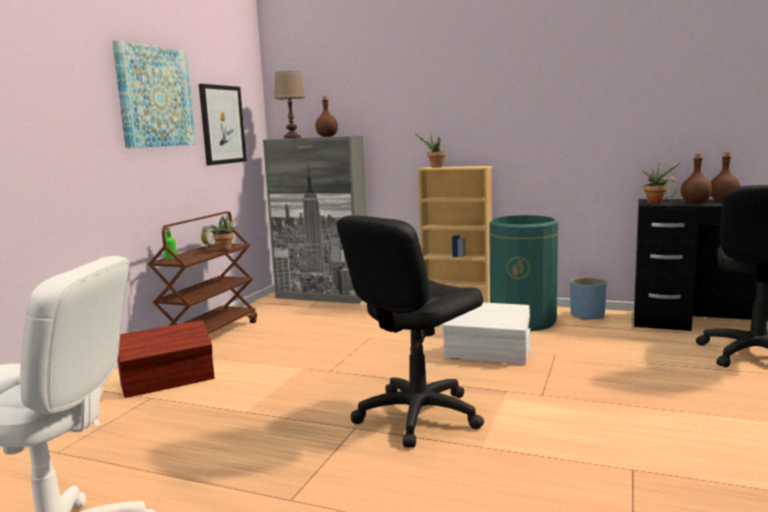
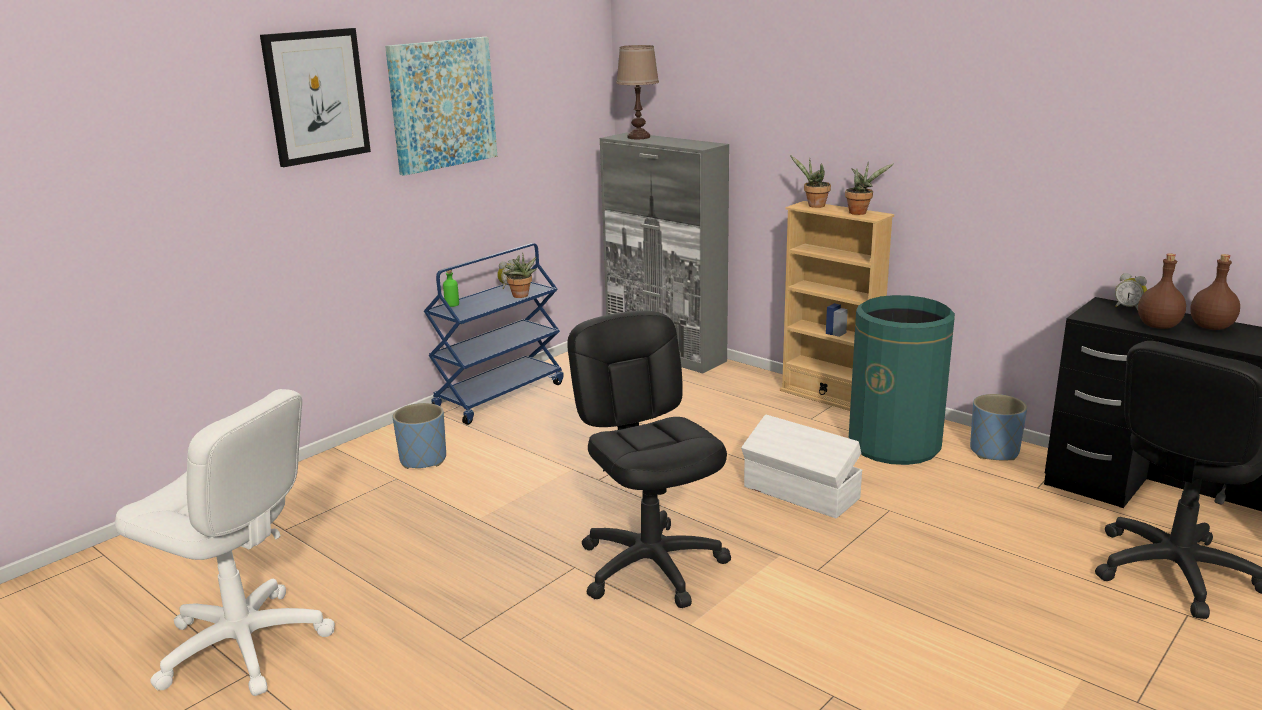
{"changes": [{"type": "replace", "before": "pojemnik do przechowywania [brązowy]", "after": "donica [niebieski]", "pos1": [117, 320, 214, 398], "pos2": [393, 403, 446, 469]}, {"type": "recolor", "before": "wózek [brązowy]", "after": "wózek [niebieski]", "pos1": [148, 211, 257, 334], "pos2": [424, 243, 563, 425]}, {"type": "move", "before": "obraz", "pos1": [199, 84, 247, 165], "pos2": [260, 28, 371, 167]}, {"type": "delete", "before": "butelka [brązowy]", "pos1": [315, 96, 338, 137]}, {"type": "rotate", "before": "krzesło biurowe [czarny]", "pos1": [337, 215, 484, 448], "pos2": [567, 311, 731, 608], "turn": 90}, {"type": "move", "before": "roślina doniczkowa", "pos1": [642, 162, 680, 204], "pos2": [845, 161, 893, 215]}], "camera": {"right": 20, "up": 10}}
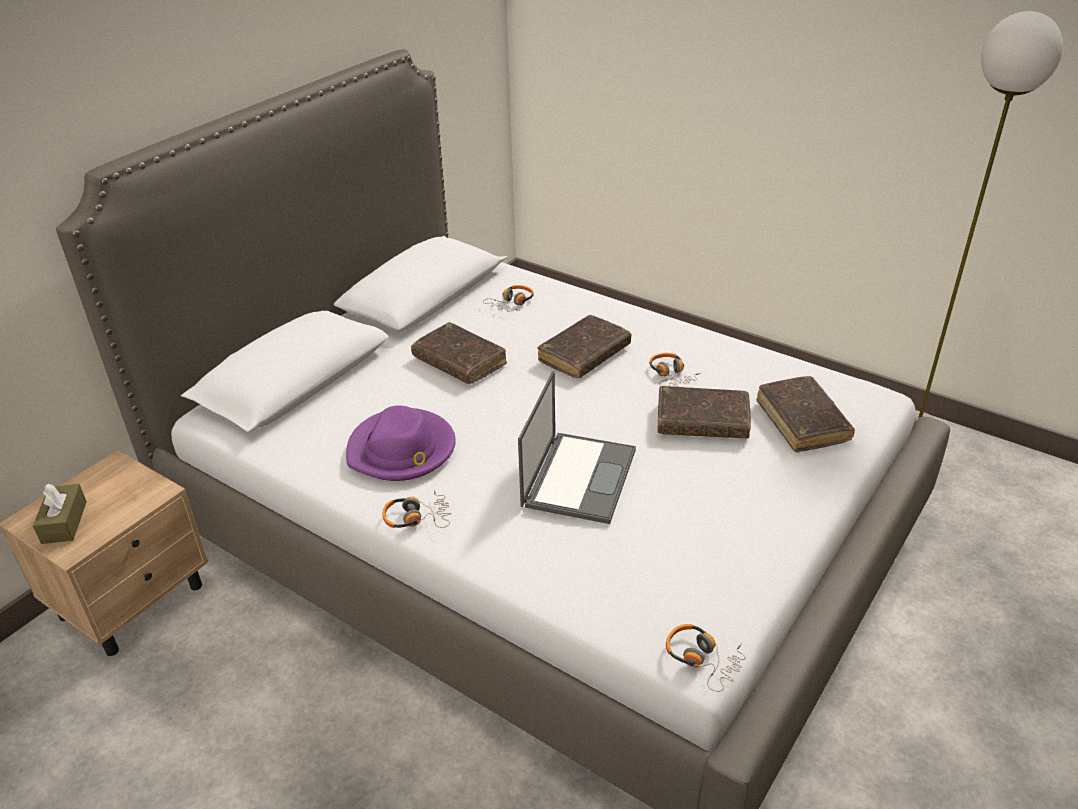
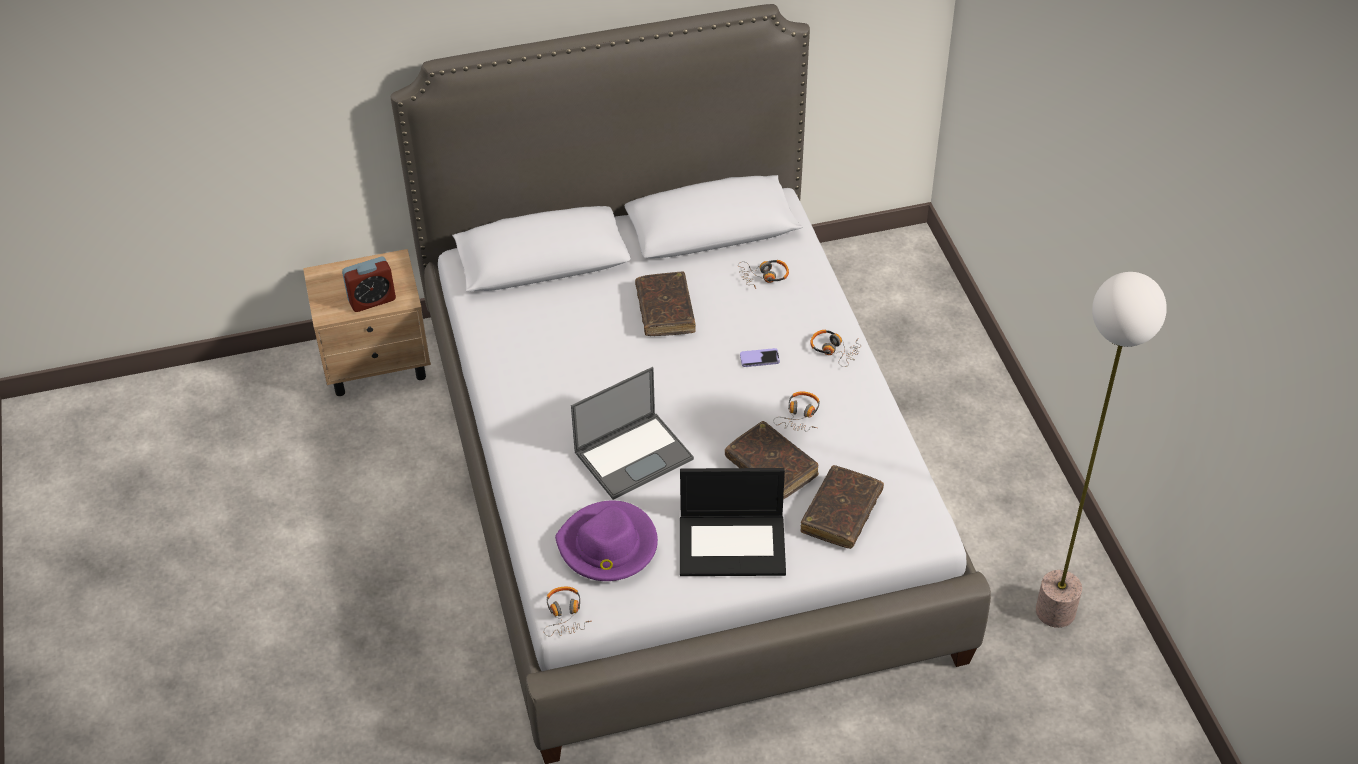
{"changes": [{"type": "delete", "before": "pudełko chusteczek [brązowy]", "pos1": [33, 483, 87, 544]}, {"type": "move", "before": "kapelusz [fioletowy]", "pos1": [346, 406, 456, 481], "pos2": [555, 500, 658, 581]}, {"type": "move", "before": "słuchawki", "pos1": [382, 490, 451, 528], "pos2": [810, 330, 860, 367]}, {"type": "replace", "before": "książka [brązowy]", "after": "telefon", "pos1": [537, 315, 631, 378], "pos2": [740, 348, 780, 367]}, {"type": "insert", "after": "budzik", "pos2": [342, 257, 396, 312]}, {"type": "insert", "after": "laptop", "pos2": [680, 468, 786, 576]}], "camera": {"right": 40, "up": 10}}
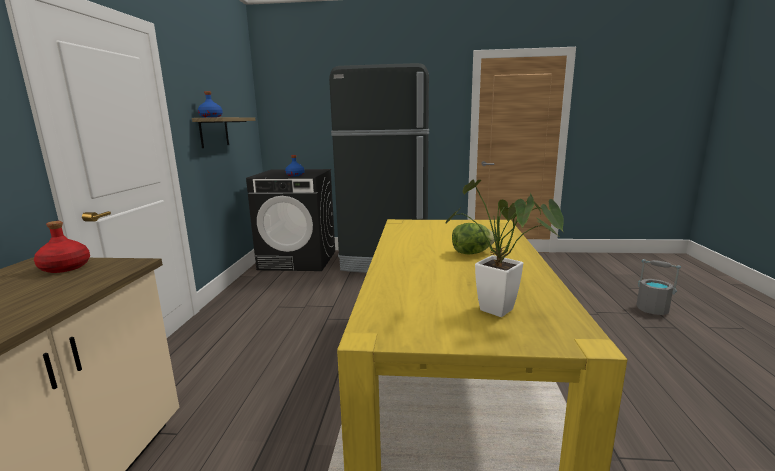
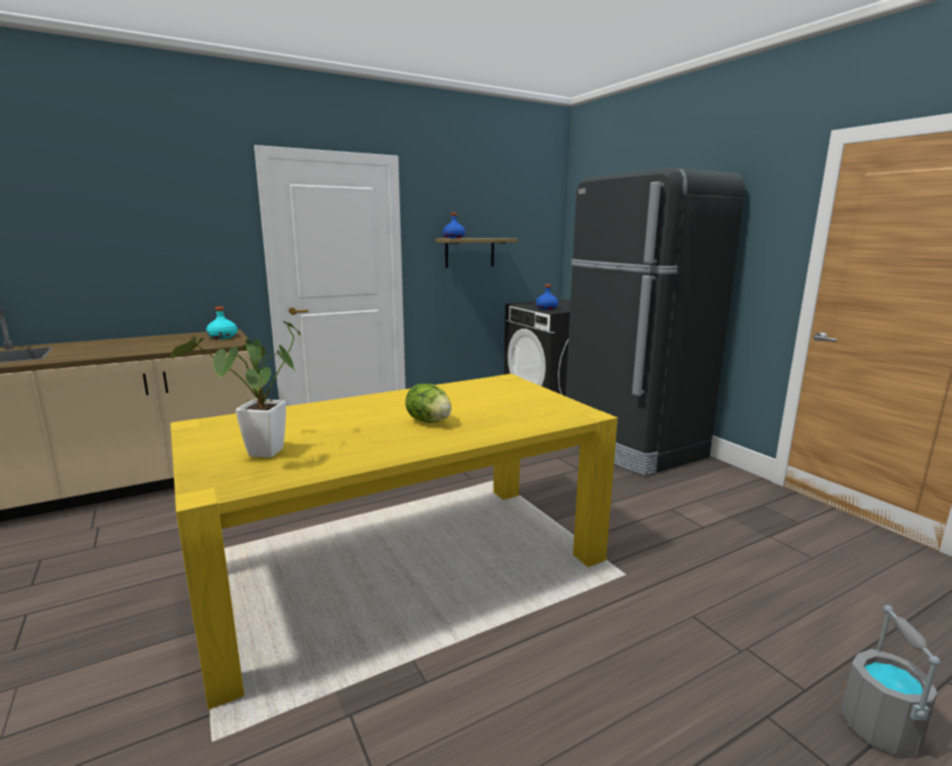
{"changes": [{"type": "recolor", "before": "butelka [czerwony]", "after": "butelka [turkusowy]", "pos1": [34, 221, 90, 273], "pos2": [206, 307, 238, 339]}], "camera": {"right": 55, "up": 0}}
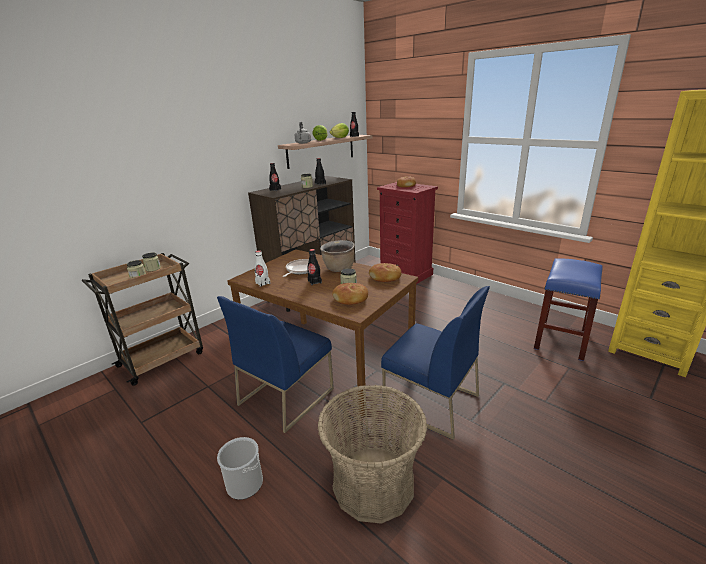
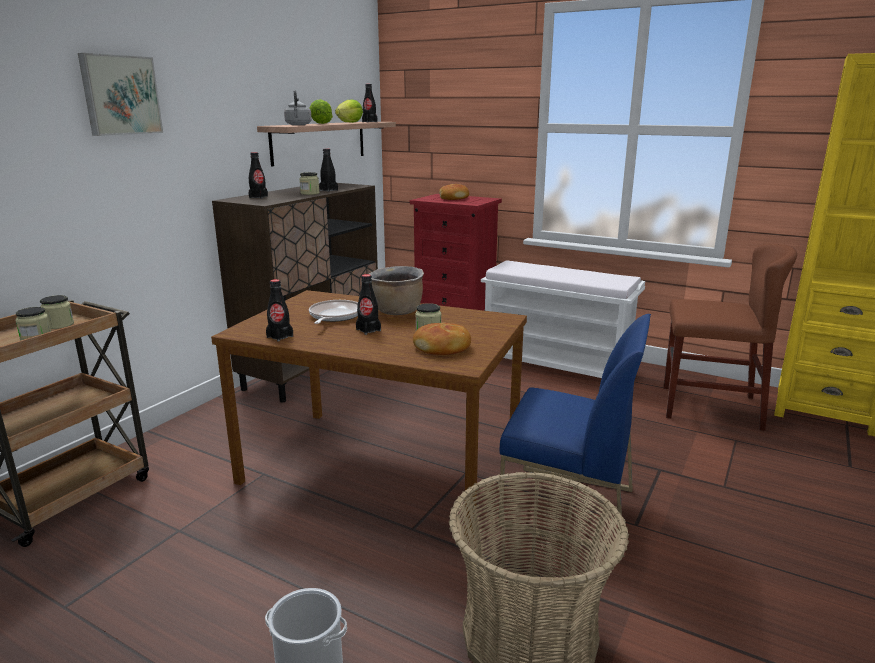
{"changes": [{"type": "delete", "before": "krzesło [niebieski]", "pos1": [217, 296, 334, 433]}, {"type": "recolor", "before": "butelka [biały]", "after": "butelka [czarny]", "pos1": [255, 251, 270, 287], "pos2": [266, 279, 293, 342]}, {"type": "delete", "before": "chleb", "pos1": [369, 263, 401, 282]}, {"type": "replace", "before": "stołek [niebieski]", "after": "krzesło [brązowy]", "pos1": [534, 258, 602, 361], "pos2": [664, 244, 797, 431]}, {"type": "insert", "after": "obraz", "pos2": [78, 53, 163, 136]}, {"type": "insert", "after": "ławka [biały]", "pos2": [481, 260, 645, 378]}], "camera": {"right": -15, "up": -5}}
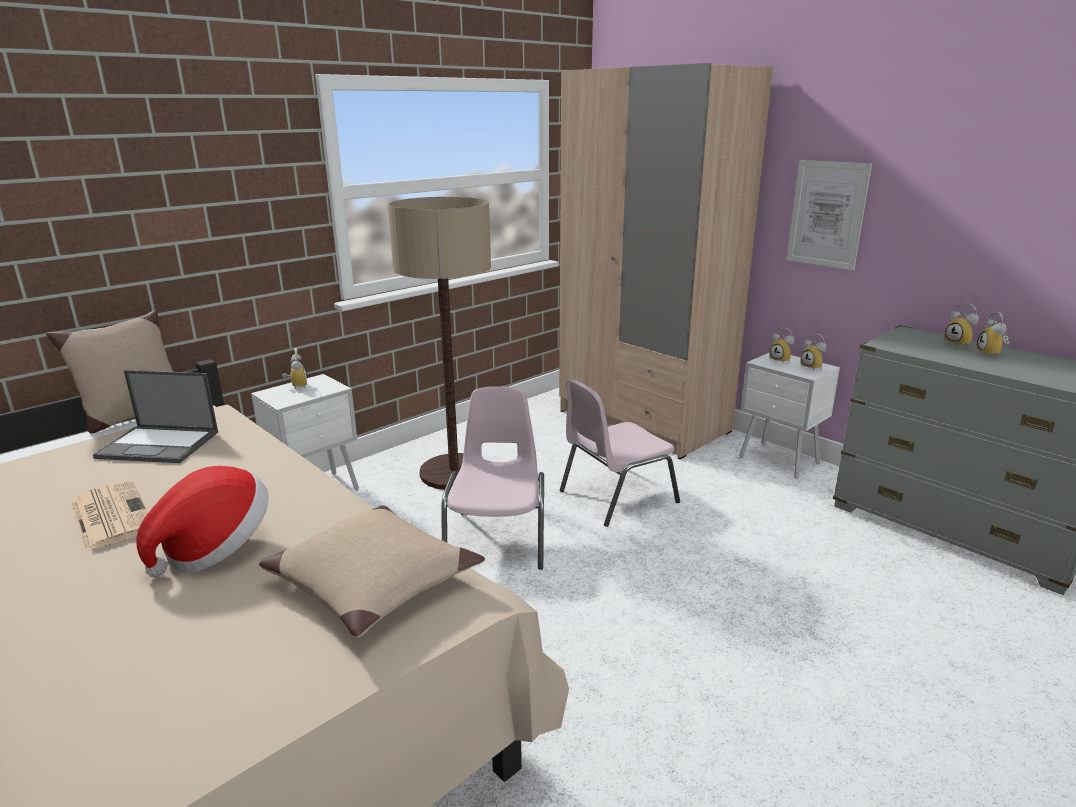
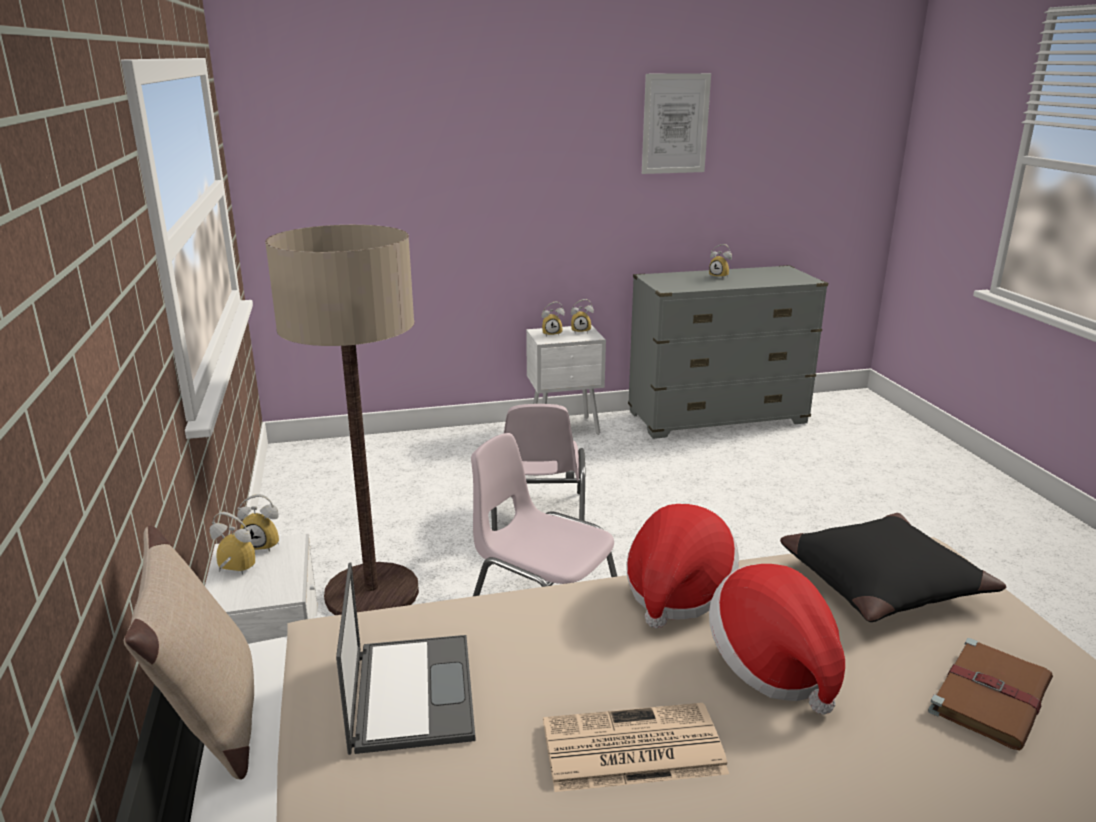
{"changes": [{"type": "rotate", "before": "laptop", "pos1": [93, 370, 218, 463], "pos2": [336, 563, 476, 755], "turn": -45}, {"type": "recolor", "before": "poduszka [beżowy]", "after": "poduszka [czarny]", "pos1": [259, 506, 485, 638], "pos2": [780, 513, 1006, 622]}, {"type": "delete", "before": "szafa [beżowy]", "pos1": [559, 63, 773, 459]}, {"type": "move", "before": "obraz", "pos1": [787, 160, 872, 270], "pos2": [642, 73, 711, 174]}, {"type": "move", "before": "budzik", "pos1": [944, 304, 979, 347], "pos2": [237, 494, 279, 552]}, {"type": "insert", "after": "kapelusz", "pos2": [626, 504, 739, 629]}, {"type": "insert", "after": "książka [brązowy]", "pos2": [928, 638, 1053, 750]}], "camera": {"right": -60, "up": 0}}
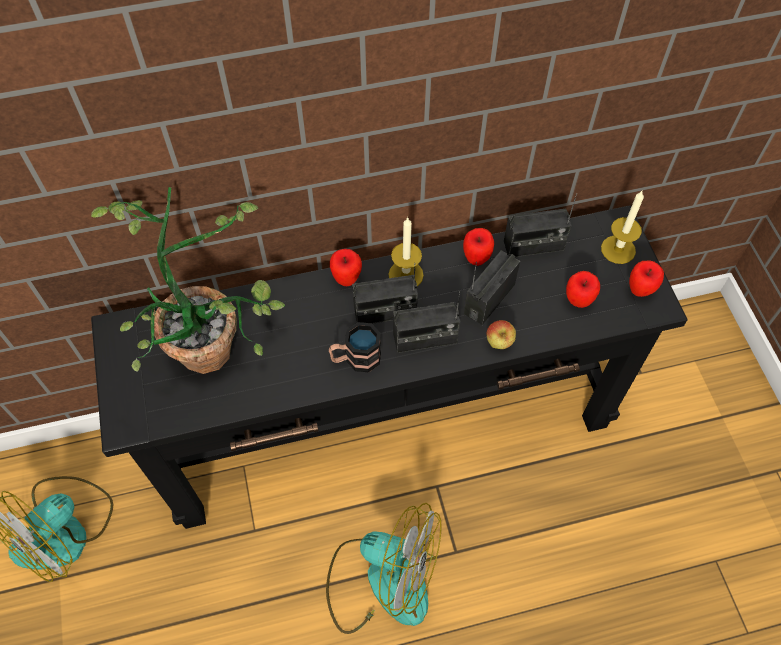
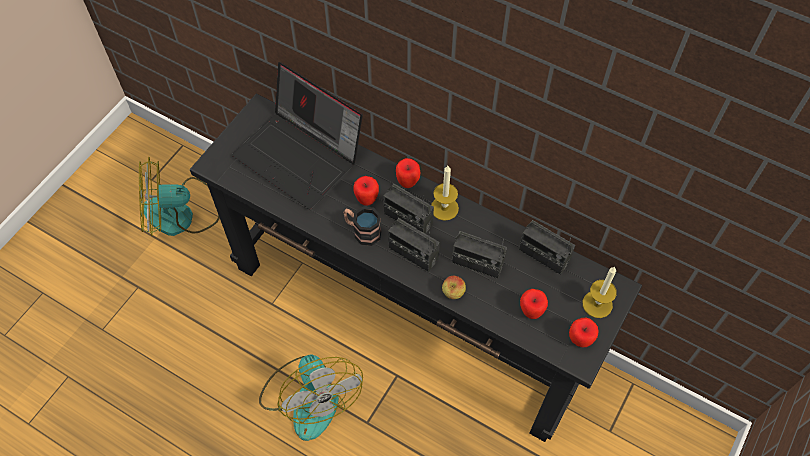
{"changes": [{"type": "replace", "before": "roślina doniczkowa", "after": "laptop", "pos1": [91, 187, 285, 374], "pos2": [232, 62, 363, 209]}, {"type": "move", "before": "jabłko", "pos1": [463, 228, 494, 266], "pos2": [353, 176, 379, 206]}, {"type": "rotate", "before": "radio", "pos1": [464, 250, 520, 325], "pos2": [452, 231, 507, 279], "turn": -150}], "camera": {"right": 45, "up": 0}}
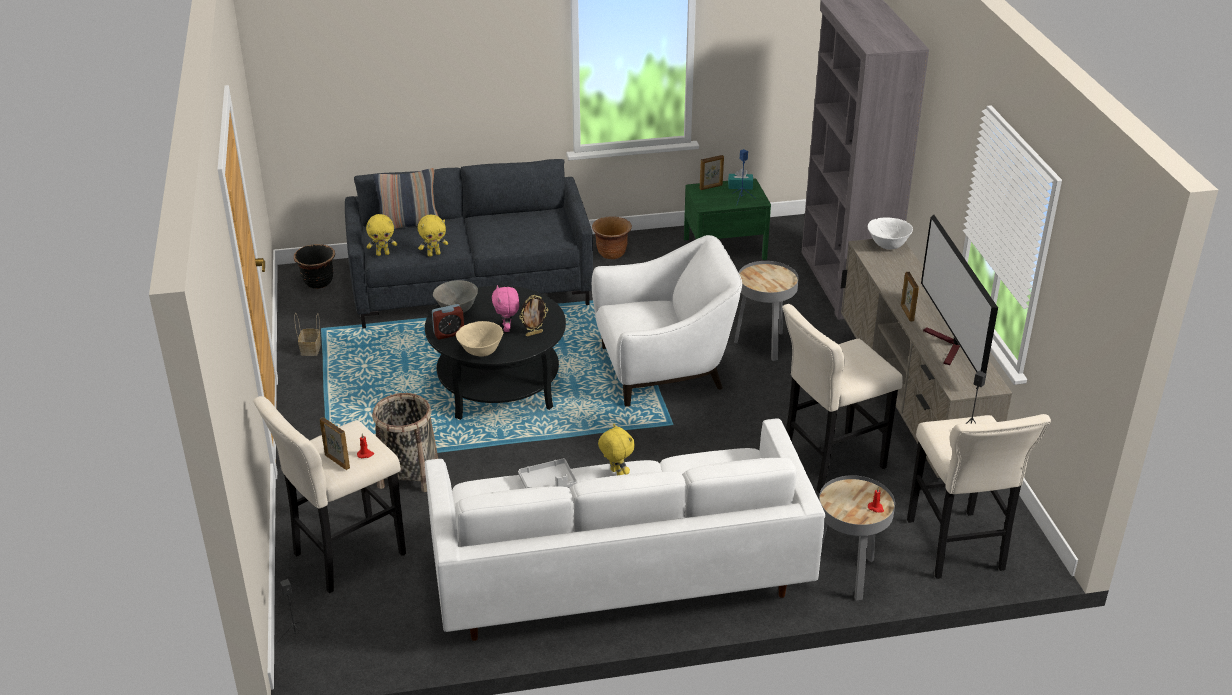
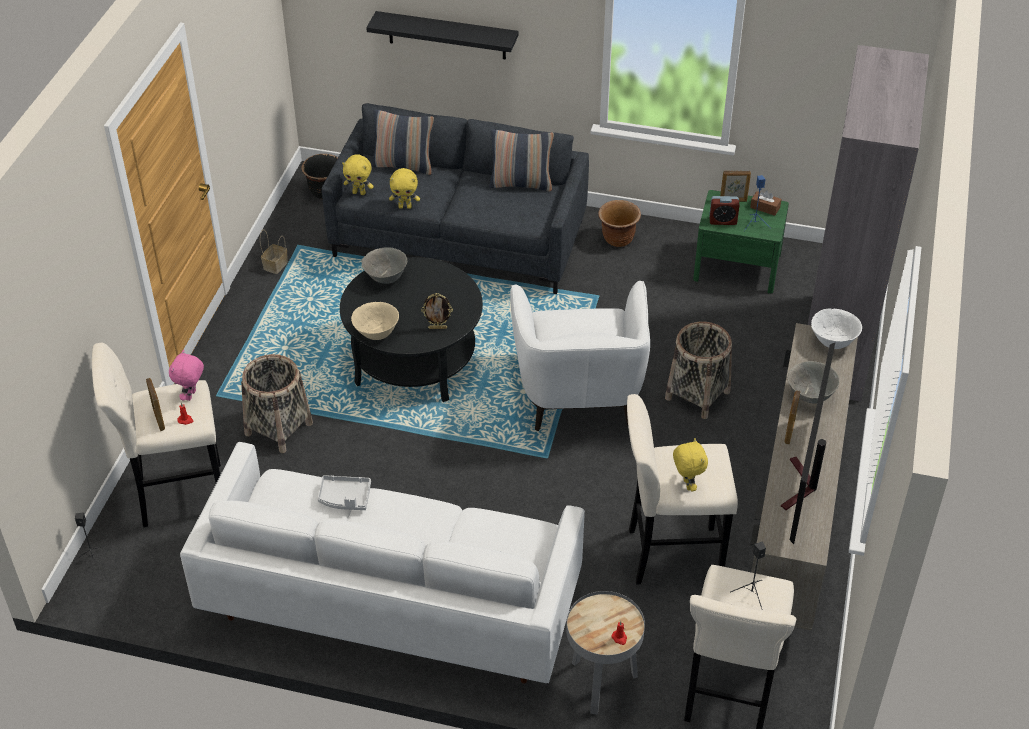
{"changes": [{"type": "move", "before": "budzik", "pos1": [432, 304, 464, 339], "pos2": [709, 196, 740, 225]}, {"type": "move", "before": "pluszak [różowy]", "pos1": [492, 285, 519, 332], "pos2": [169, 350, 204, 401]}, {"type": "rotate", "before": "fotel [biały]", "pos1": [592, 235, 742, 407], "pos2": [510, 281, 650, 431], "turn": 75}, {"type": "move", "before": "pluszak [żółty]", "pos1": [598, 424, 635, 475], "pos2": [673, 438, 708, 491]}, {"type": "recolor", "before": "pudełko chusteczek [turkusowy]", "after": "pudełko chusteczek [brązowy]", "pos1": [728, 168, 753, 190], "pos2": [750, 190, 782, 216]}, {"type": "replace", "before": "stolik [szary]", "after": "koszyk", "pos1": [734, 261, 799, 361], "pos2": [665, 322, 732, 419]}, {"type": "insert", "after": "półka [czarny]", "pos2": [366, 11, 519, 60]}, {"type": "insert", "after": "poduszka", "pos2": [489, 129, 554, 191]}, {"type": "insert", "after": "miska [szary]", "pos2": [787, 361, 839, 404]}], "camera": {"right": 25, "up": 10}}
